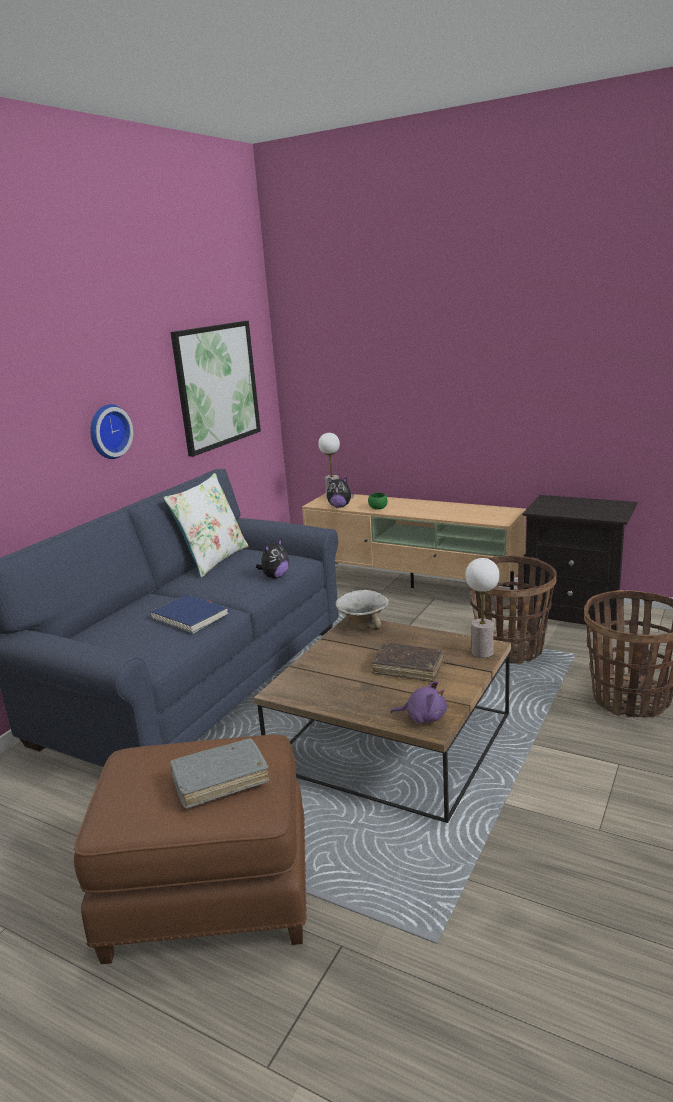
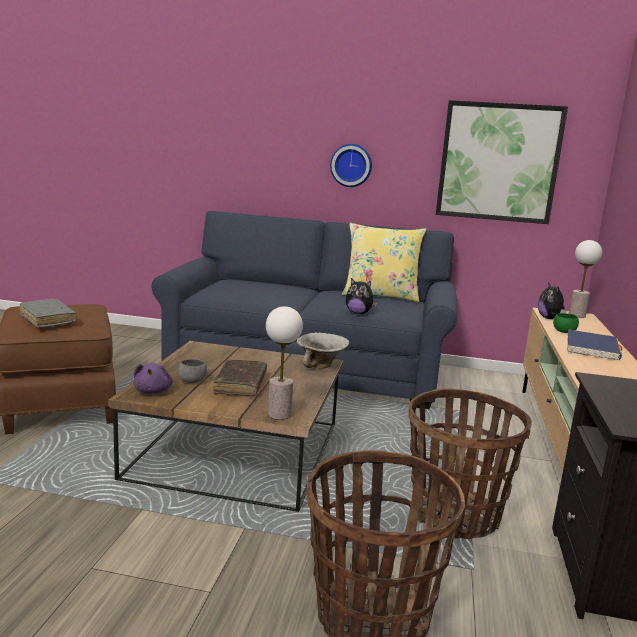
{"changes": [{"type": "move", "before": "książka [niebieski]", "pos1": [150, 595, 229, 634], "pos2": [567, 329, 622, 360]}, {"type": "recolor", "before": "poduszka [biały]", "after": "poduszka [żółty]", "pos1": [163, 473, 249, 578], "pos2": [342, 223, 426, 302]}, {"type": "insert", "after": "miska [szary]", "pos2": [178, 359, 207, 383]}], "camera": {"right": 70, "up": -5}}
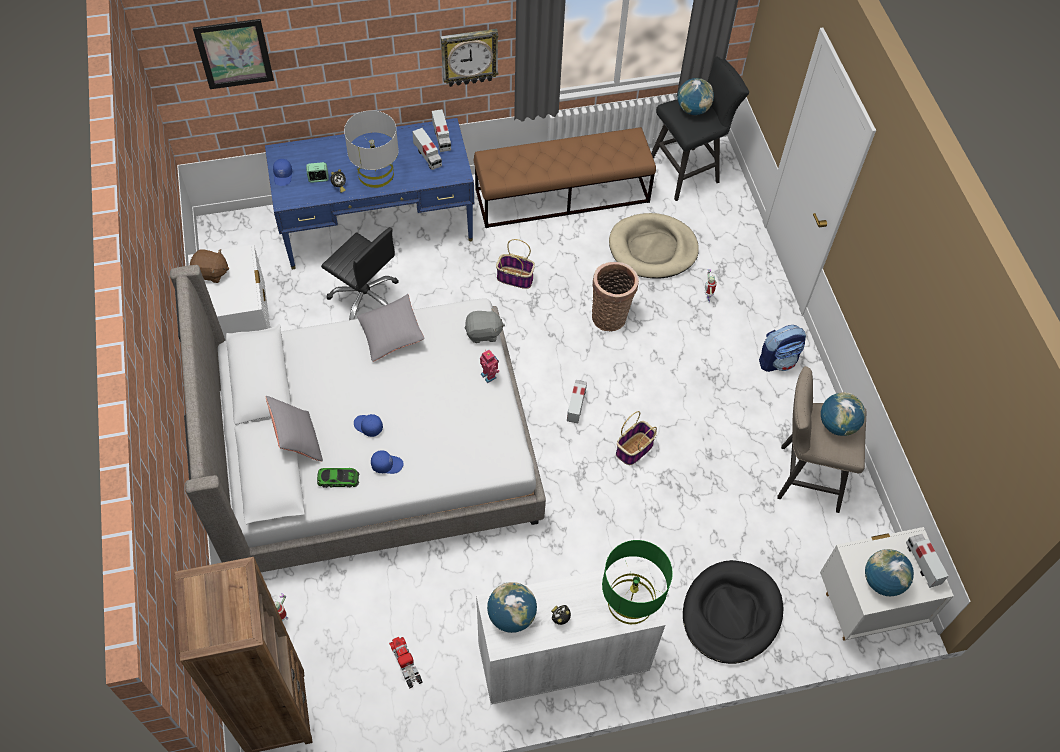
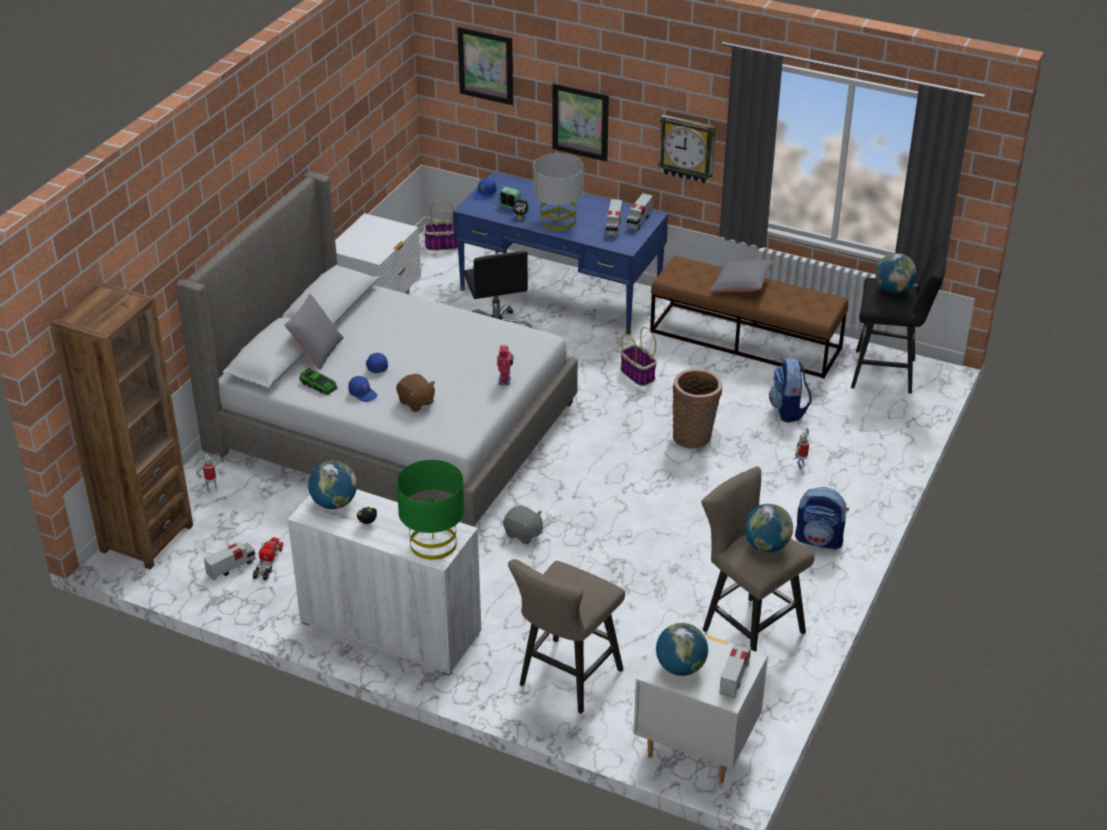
{"changes": [{"type": "move", "before": "pluszak [brązowy]", "pos1": [190, 249, 229, 283], "pos2": [396, 374, 435, 412]}, {"type": "move", "before": "poduszka [szary]", "pos1": [357, 294, 425, 362], "pos2": [710, 260, 773, 293]}, {"type": "move", "before": "pluszak [szary]", "pos1": [465, 308, 505, 343], "pos2": [503, 505, 543, 544]}, {"type": "move", "before": "ciężarówka zabawkowa", "pos1": [567, 380, 587, 423], "pos2": [204, 541, 256, 580]}, {"type": "replace", "before": "legowisko [beżowy]", "after": "plecak", "pos1": [609, 213, 699, 279], "pos2": [769, 357, 812, 423]}, {"type": "move", "before": "koszyk", "pos1": [616, 411, 657, 465], "pos2": [423, 200, 458, 251]}, {"type": "replace", "before": "legowisko [czarny]", "after": "stołek [beżowy]", "pos1": [683, 560, 783, 664], "pos2": [508, 559, 625, 714]}, {"type": "insert", "after": "obraz", "pos2": [552, 83, 609, 162]}], "camera": {"right": 40, "up": -20}}
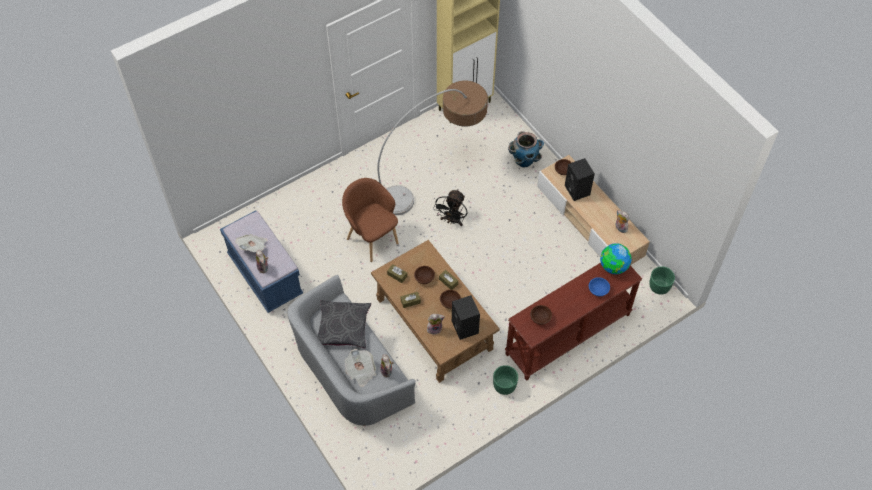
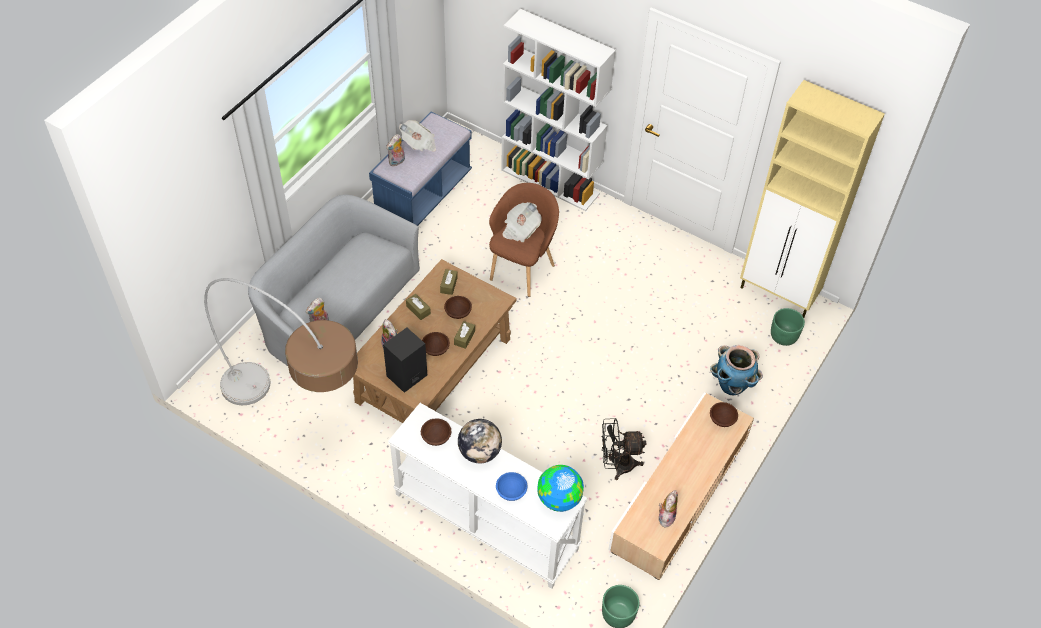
{"changes": [{"type": "delete", "before": "poduszka [szary]", "pos1": [317, 300, 371, 349]}, {"type": "move", "before": "gazeta", "pos1": [345, 349, 377, 387], "pos2": [502, 202, 542, 242]}, {"type": "move", "before": "lampa stojąca", "pos1": [377, 81, 488, 215], "pos2": [204, 278, 358, 405]}, {"type": "move", "before": "wentylator [czarny]", "pos1": [433, 189, 467, 226], "pos2": [601, 418, 646, 480]}, {"type": "move", "before": "donica [zielony]", "pos1": [493, 365, 518, 395], "pos2": [771, 308, 805, 346]}, {"type": "recolor", "before": "stolik konsolowy [brązowy]", "after": "stolik konsolowy [biały]", "pos1": [505, 263, 642, 381], "pos2": [388, 403, 587, 589]}, {"type": "delete", "before": "głośnik [czarny]", "pos1": [565, 158, 595, 201]}, {"type": "insert", "after": "globus", "pos2": [458, 419, 502, 463]}, {"type": "insert", "after": "regał [biały]", "pos2": [501, 9, 616, 211]}], "camera": {"right": 65, "up": -5}}
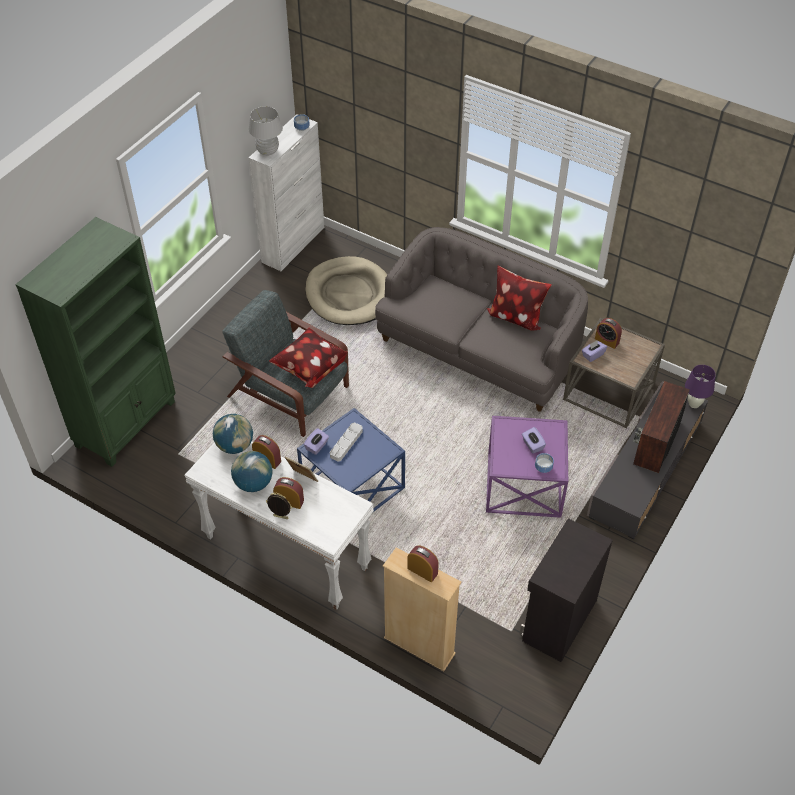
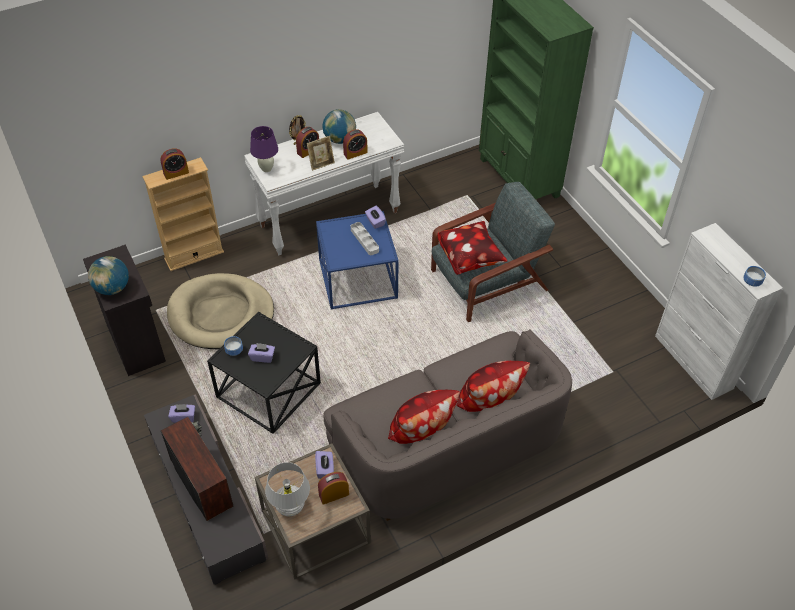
{"changes": [{"type": "move", "before": "globus", "pos1": [213, 414, 253, 454], "pos2": [88, 256, 129, 295]}, {"type": "move", "before": "lampa stołowa [biały]", "pos1": [248, 106, 283, 155], "pos2": [265, 462, 310, 516]}, {"type": "move", "before": "legowisko [beżowy]", "pos1": [305, 256, 387, 325], "pos2": [167, 273, 274, 349]}, {"type": "recolor", "before": "stolik [fioletowy]", "after": "stolik [czarny]", "pos1": [486, 416, 568, 518], "pos2": [207, 312, 321, 434]}, {"type": "move", "before": "lampa stołowa [fioletowy]", "pos1": [685, 365, 716, 408], "pos2": [250, 126, 278, 172]}, {"type": "insert", "after": "pudełko chusteczek [fioletowy]", "pos2": [168, 404, 195, 423]}, {"type": "insert", "after": "poduszka", "pos2": [456, 361, 530, 412]}], "camera": {"right": 120, "up": 0}}
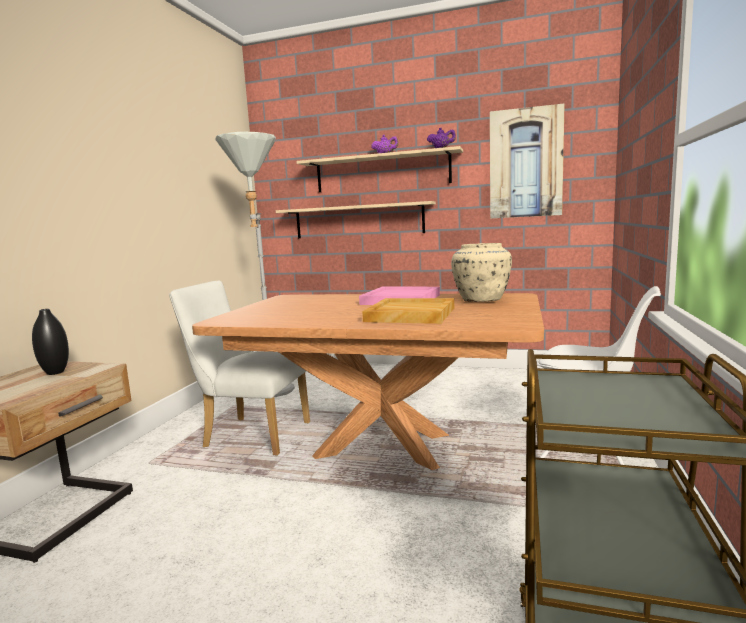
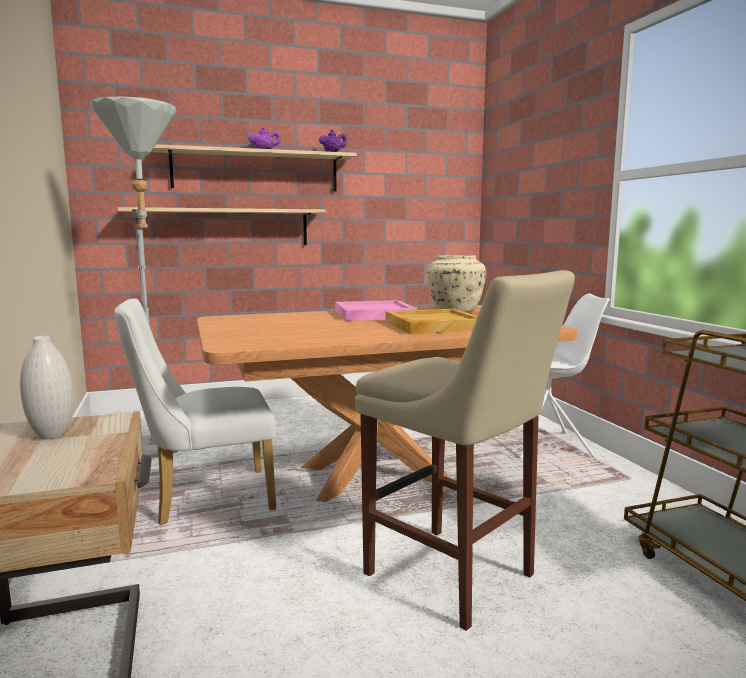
{"changes": [{"type": "recolor", "before": "wazon [czarny]", "after": "wazon [biały]", "pos1": [32, 309, 69, 375], "pos2": [20, 336, 73, 439]}, {"type": "delete", "before": "obraz", "pos1": [490, 103, 565, 219]}, {"type": "insert", "after": "stołek [beżowy]", "pos2": [355, 270, 575, 631]}], "camera": {"right": -35, "up": 0}}
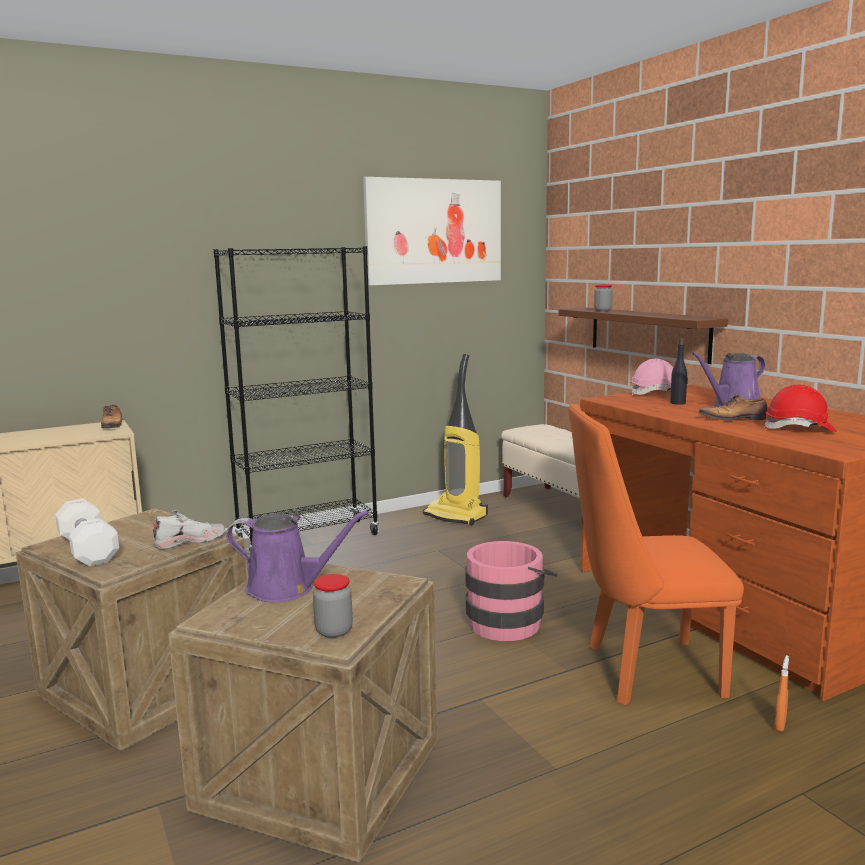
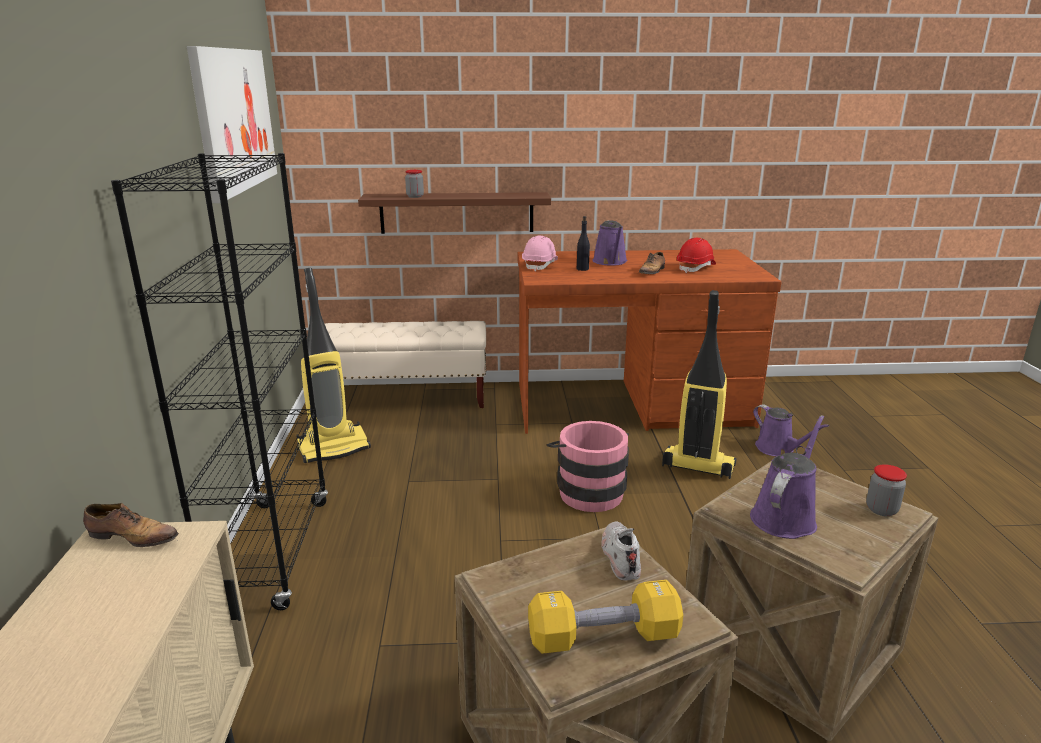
{"changes": [{"type": "recolor", "before": "hantel [biały]", "after": "hantel [żółty]", "pos1": [55, 499, 119, 567], "pos2": [528, 580, 683, 654]}, {"type": "replace", "before": "krzesło [pomarańczowy]", "after": "odkurzacz", "pos1": [568, 404, 744, 705], "pos2": [662, 290, 737, 479]}, {"type": "replace", "before": "spryskiwacz [pomarańczowy]", "after": "konewka [fioletowy]", "pos1": [774, 655, 789, 732], "pos2": [753, 404, 829, 456]}], "camera": {"right": -65, "up": 10}}
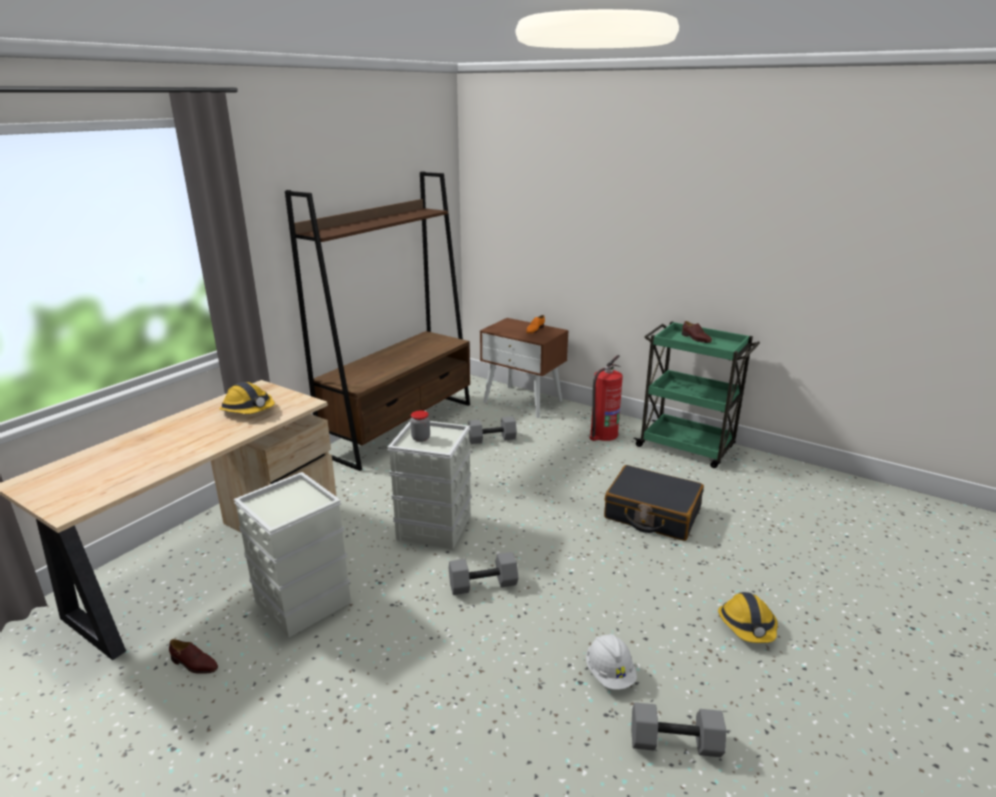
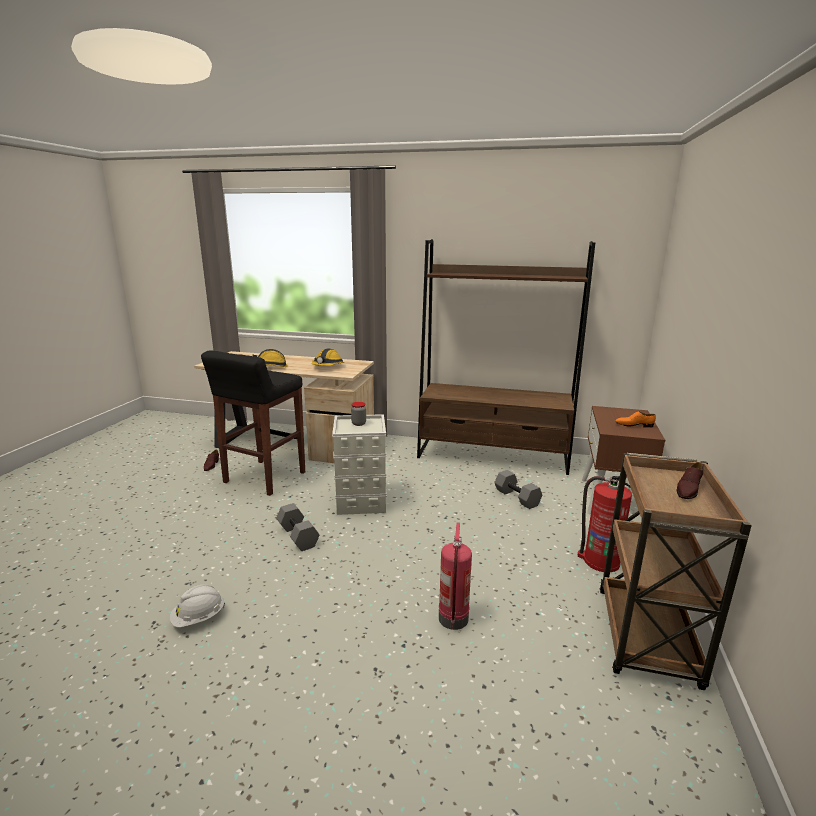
{"changes": [{"type": "replace", "before": "pojemnik do przechowywania [szary]", "after": "stołek [czarny]", "pos1": [234, 472, 351, 638], "pos2": [201, 350, 305, 496]}, {"type": "replace", "before": "walizka [czarny]", "after": "gaśnica", "pos1": [604, 465, 704, 541], "pos2": [439, 523, 472, 630]}, {"type": "delete", "before": "hantel [szary]", "pos1": [631, 702, 726, 757]}, {"type": "recolor", "before": "wózek [zielony]", "after": "wózek [brązowy]", "pos1": [633, 321, 760, 468], "pos2": [600, 453, 752, 690]}, {"type": "move", "before": "kask", "pos1": [718, 592, 778, 643], "pos2": [252, 349, 288, 367]}], "camera": {"right": 70, "up": -5}}
